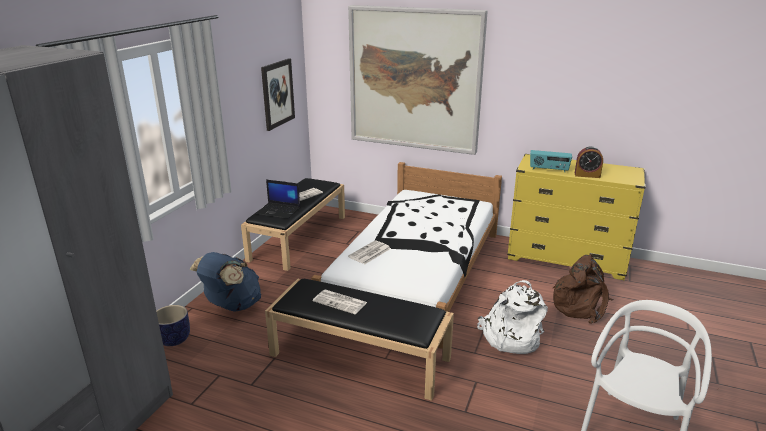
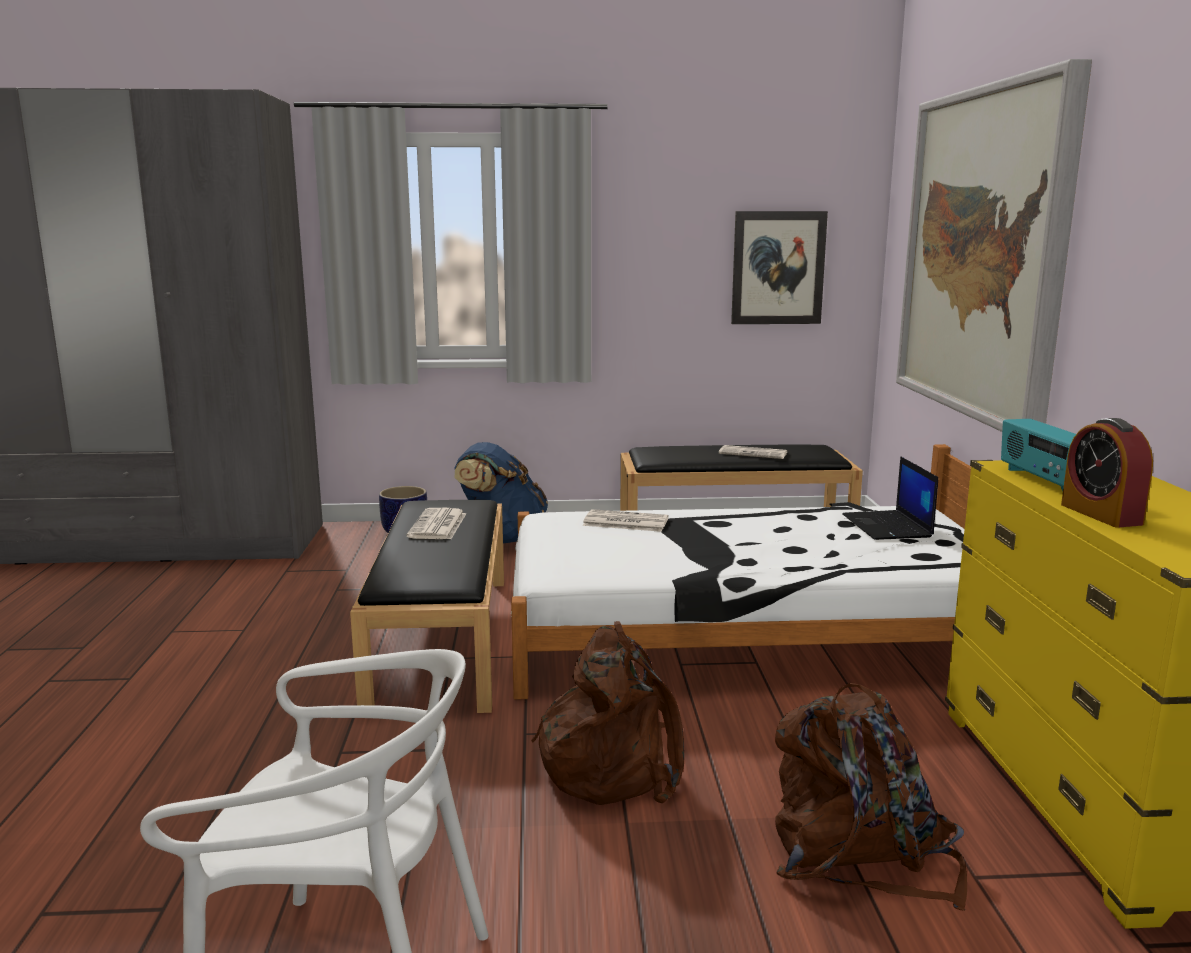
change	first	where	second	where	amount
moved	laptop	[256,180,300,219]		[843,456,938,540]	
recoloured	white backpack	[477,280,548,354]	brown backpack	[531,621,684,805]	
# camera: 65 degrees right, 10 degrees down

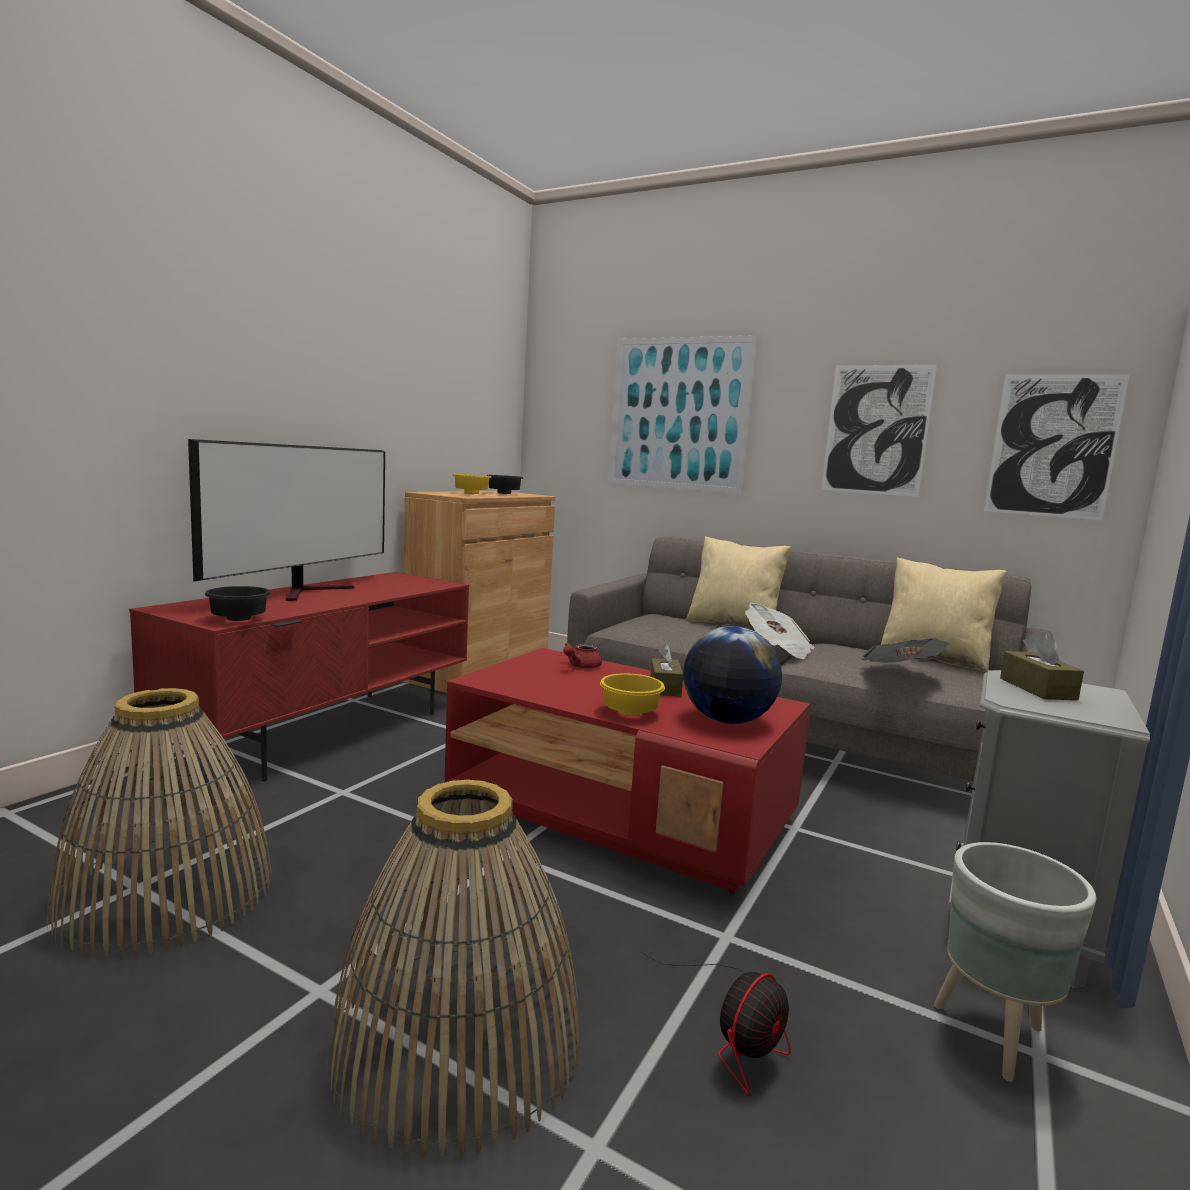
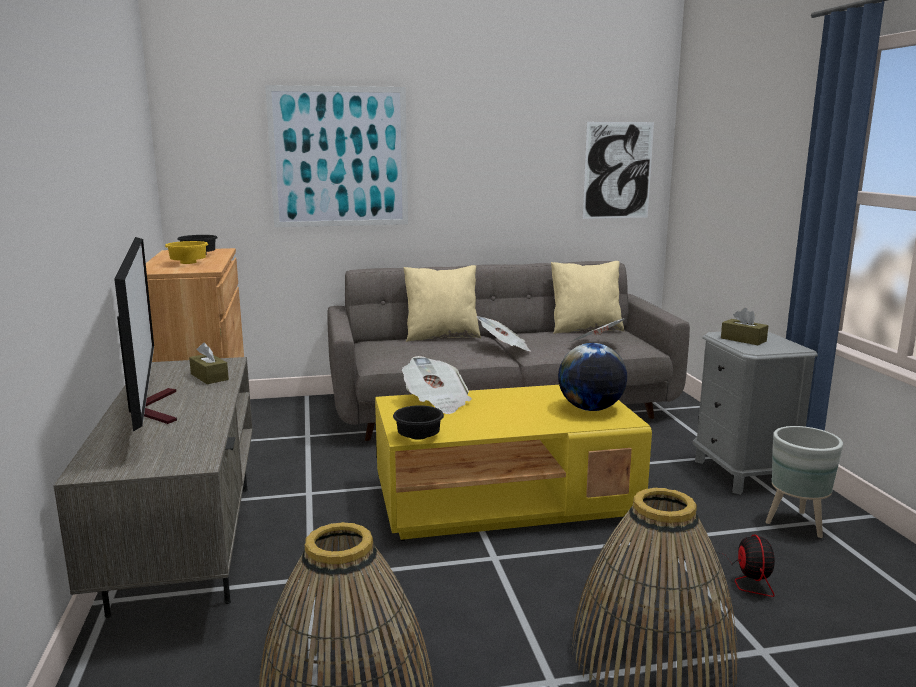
change	first	where	second	where	amount
recoloured	red tv stand	[129,572,469,781]	grey tv stand	[53,357,253,618]	
moved	black bowl	[205,586,271,621]		[393,405,444,440]	
recoloured	red coffee table	[445,648,810,894]	yellow coffee table	[375,385,652,541]	
replaced	red teapot	[563,643,602,669]	newspaper	[402,356,472,414]	
removed	yellow bowl	[600,673,665,716]			
moved	brown tissue box	[650,644,683,697]		[189,343,229,384]	
removed	picture	[821,365,937,497]			
# camera: 40 degrees left, 5 degrees up

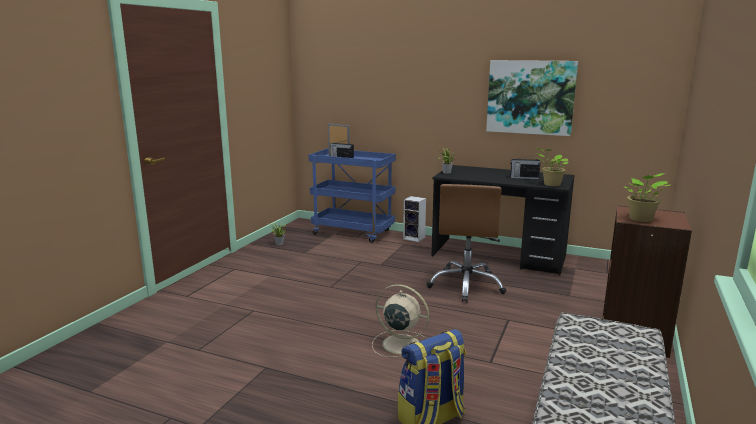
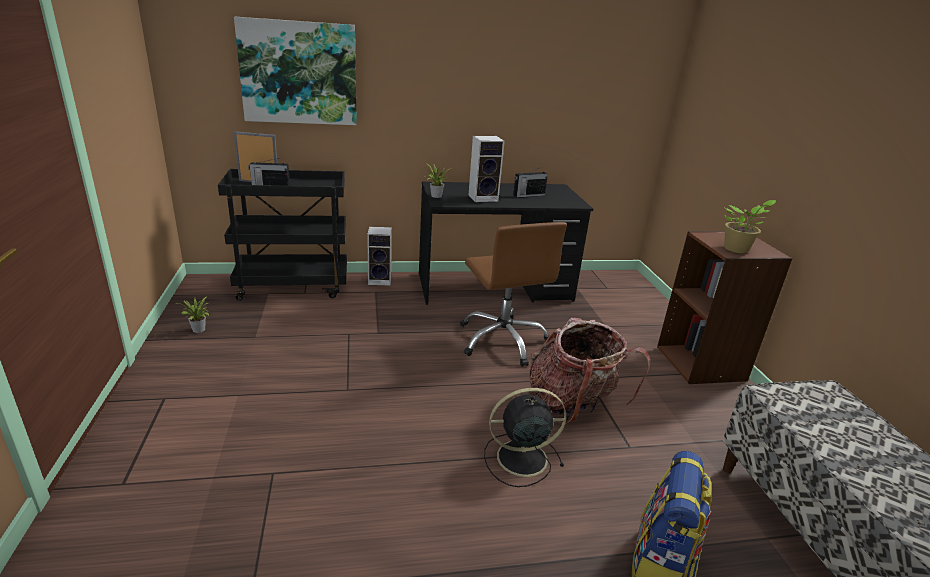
change	first	where	second	where	amount
recoloured	blue cart	[309,148,396,243]	black cart	[218,169,347,301]	
recoloured	beige fan	[372,284,429,357]	black fan	[484,388,566,487]	
moved	picture	[486,60,578,136]		[234,17,357,125]	
removed	potted plant	[536,147,568,186]			
added			speaker	[469,136,505,202]	
added			backpack	[530,318,651,424]	
# camera: 35 degrees left, 10 degrees up

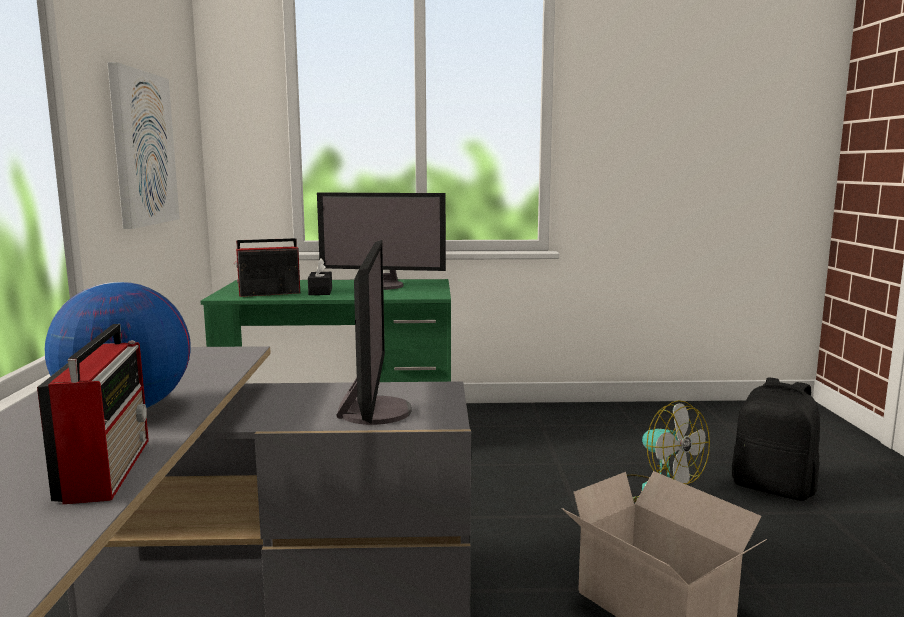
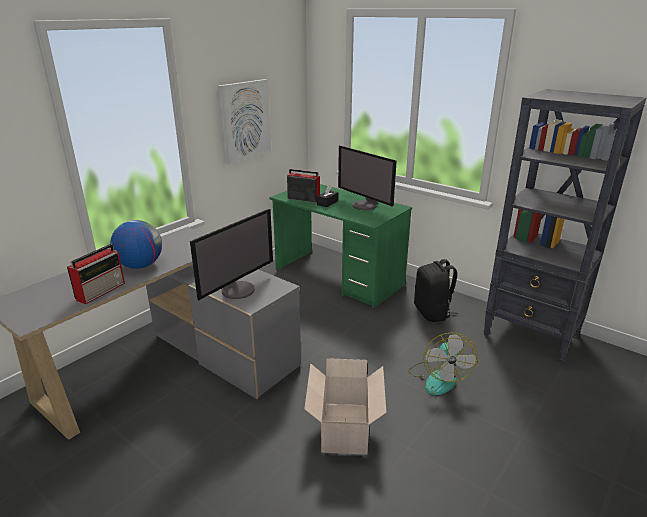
change	first	where	second	where	amount
moved	black backpack	[732,377,820,501]		[414,259,458,322]	
added			black bookcase	[483,89,646,365]	
# camera: 40 degrees right, 15 degrees up

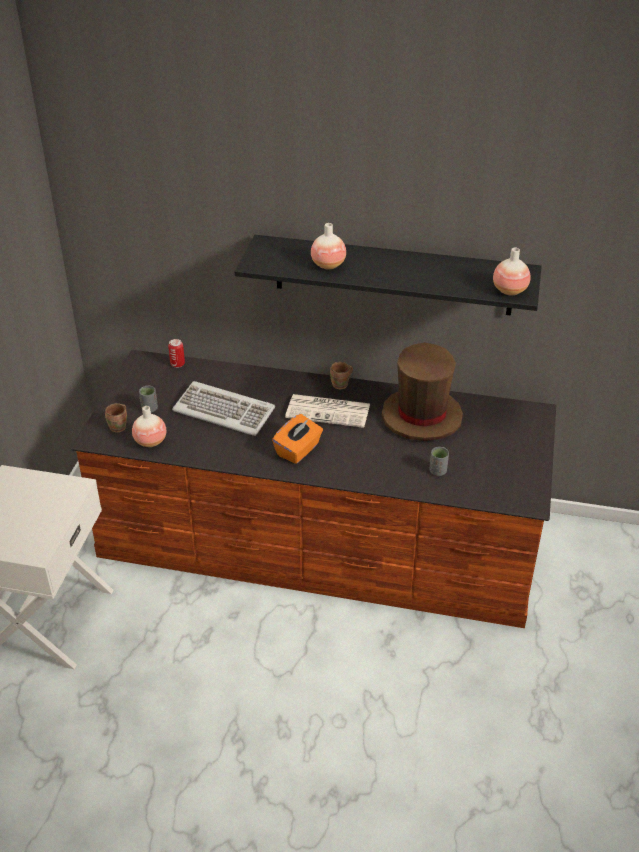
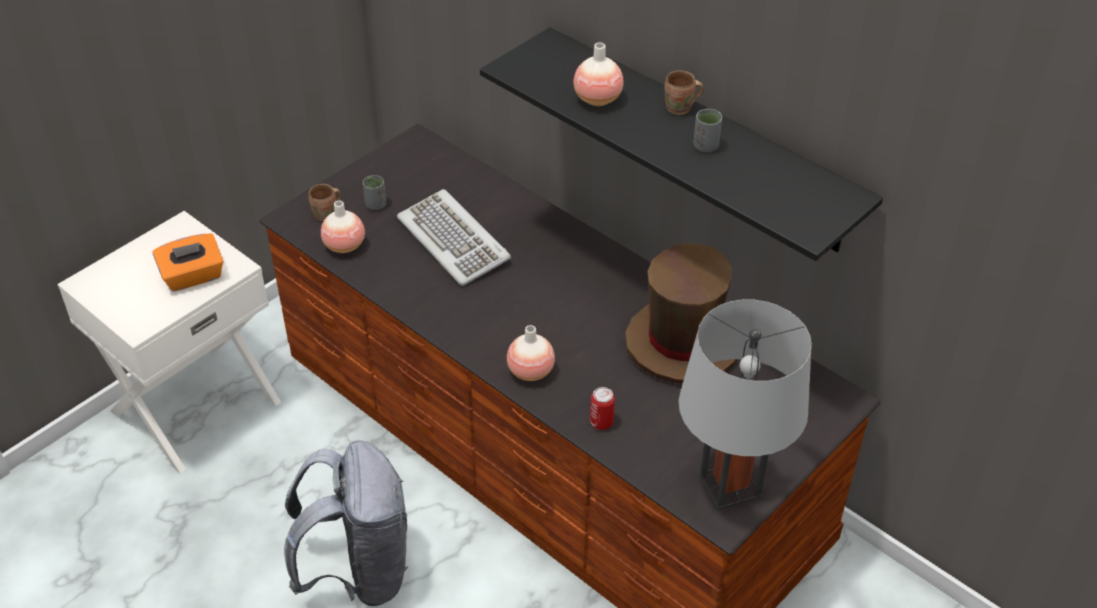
change	first	where	second	where	amount
moved	can	[168,339,185,368]		[590,387,615,430]	
moved	orange tissue box	[272,414,323,464]		[152,234,224,291]	
removed	newspaper	[285,394,370,428]			
moved	brown mug	[330,362,353,389]		[664,70,704,115]	
moved	grey cup	[430,447,449,476]		[694,109,722,152]	
moved	vase	[493,248,531,295]		[507,325,555,381]	
added			grey backpack	[284,440,408,606]	
added			grey table lamp	[679,300,812,510]	
# camera: 30 degrees right, 5 degrees up

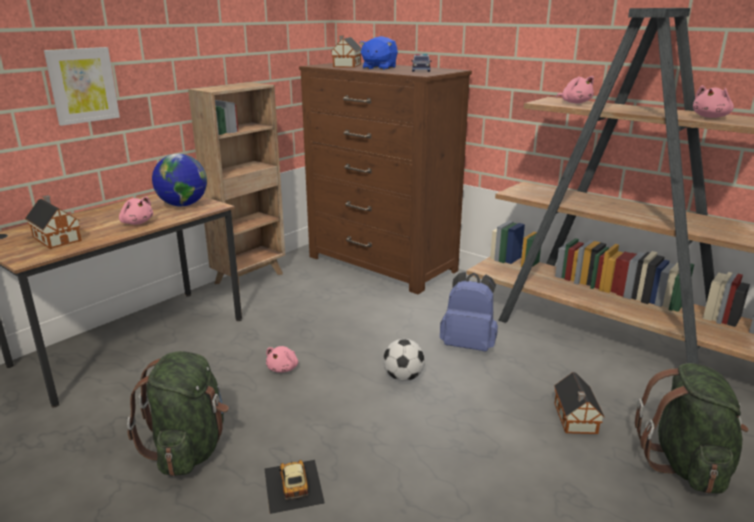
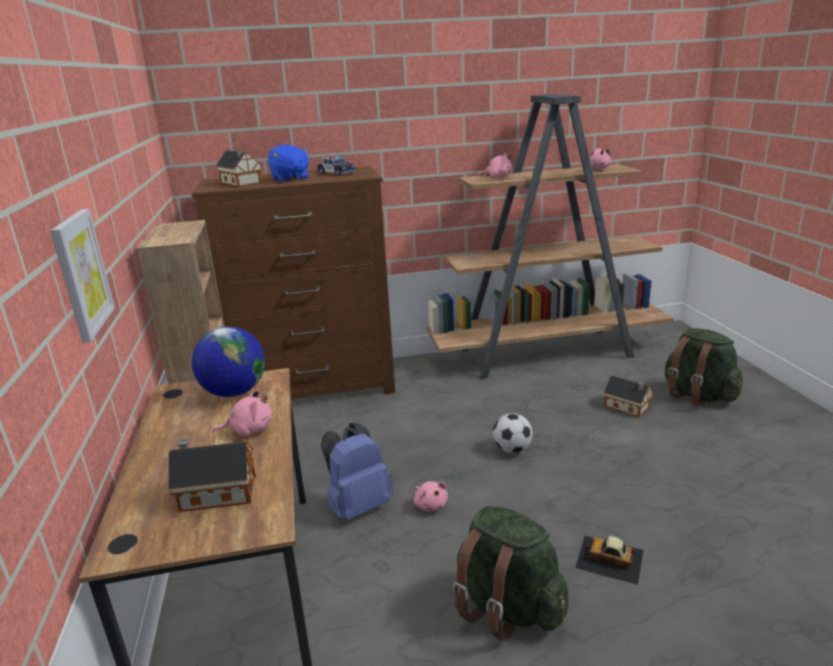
change	first	where	second	where	amount
moved	blue backpack	[440,272,498,352]		[321,423,393,520]	
# camera: 50 degrees left, 0 degrees up

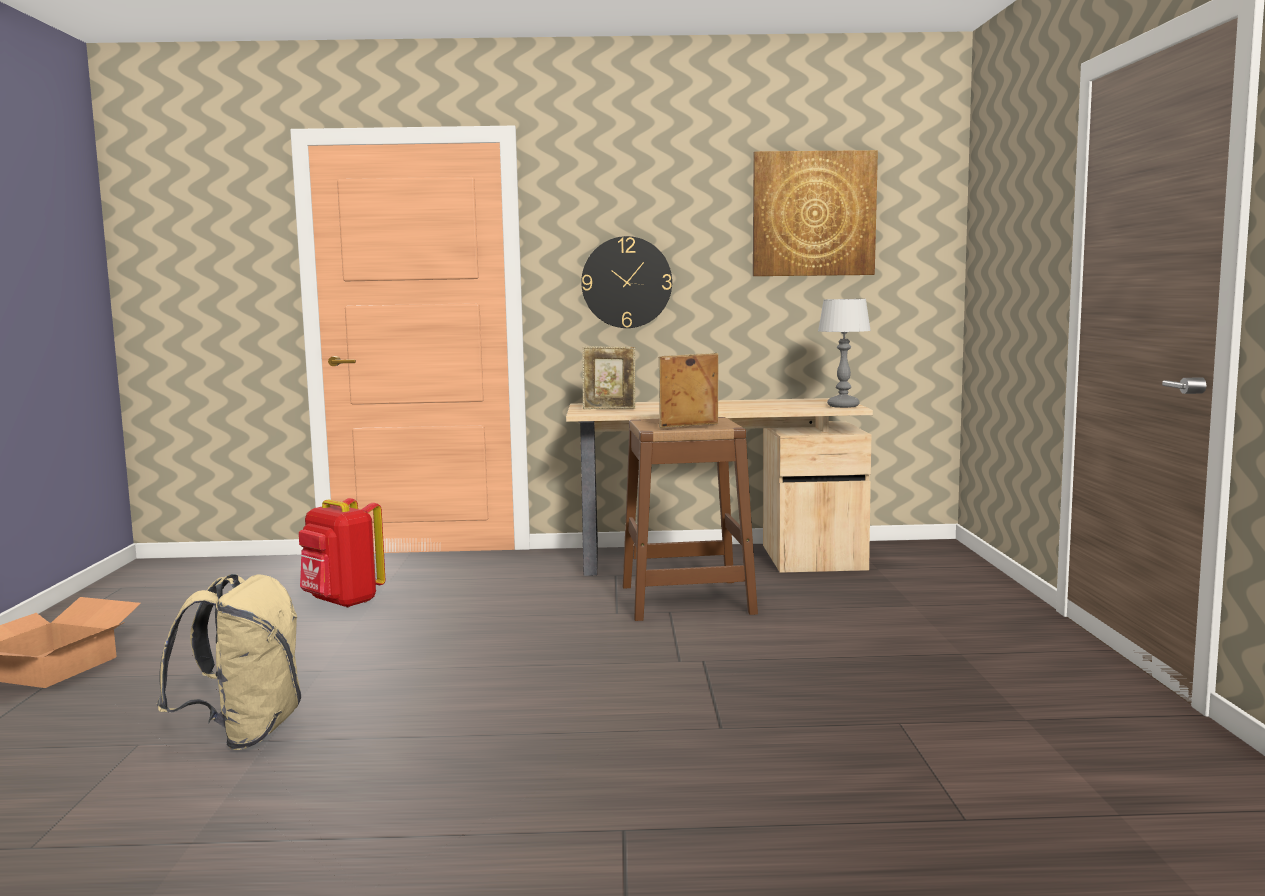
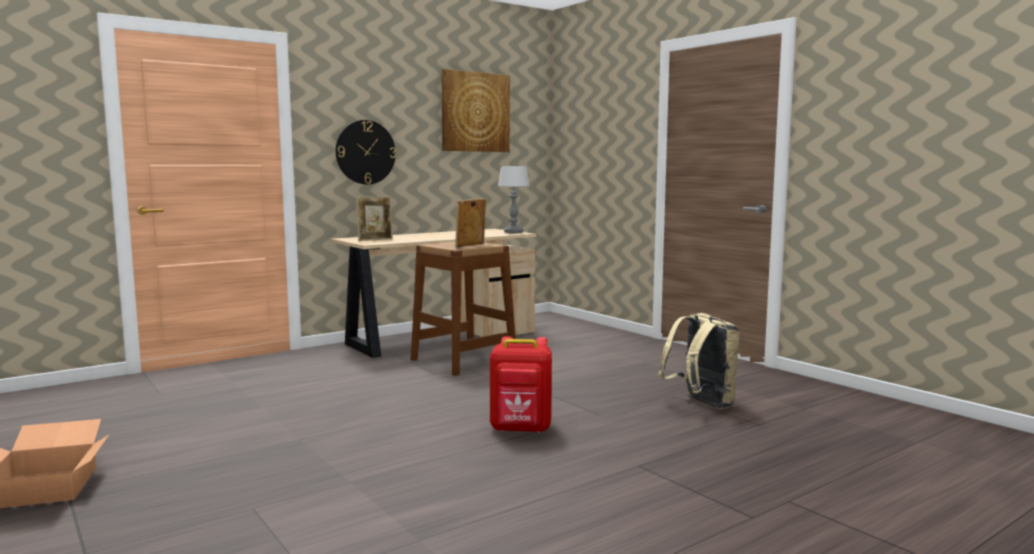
change	first	where	second	where	amount
moved	beige backpack	[157,574,301,750]		[658,313,740,409]	
moved	red backpack	[299,498,385,608]		[489,336,552,433]	
# camera: 35 degrees left, 0 degrees up

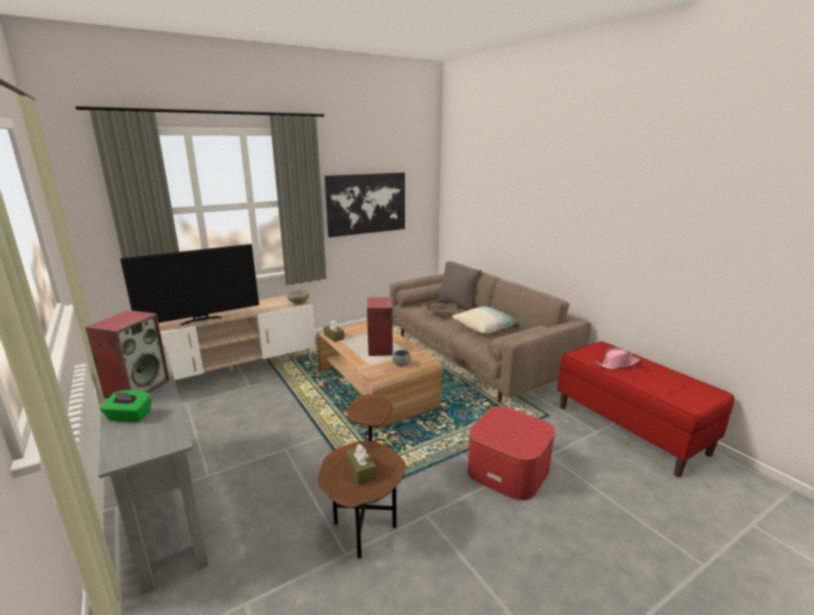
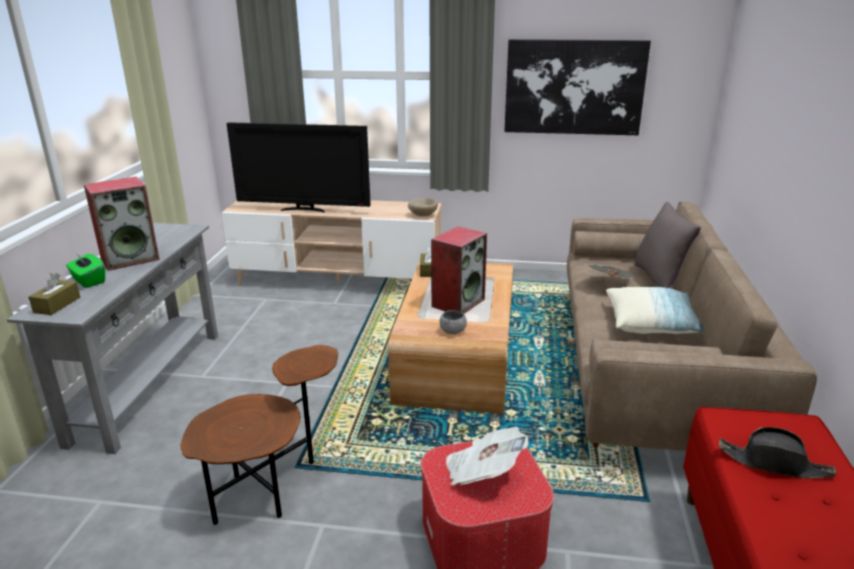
change	first	where	second	where	amount
moved	brown tissue box	[346,444,376,485]		[29,273,80,315]	
recoloured	pink hat	[595,347,640,369]	black hat	[719,427,836,478]	
added			newspaper	[446,427,529,486]	
# camera: 40 degrees right, 5 degrees up

